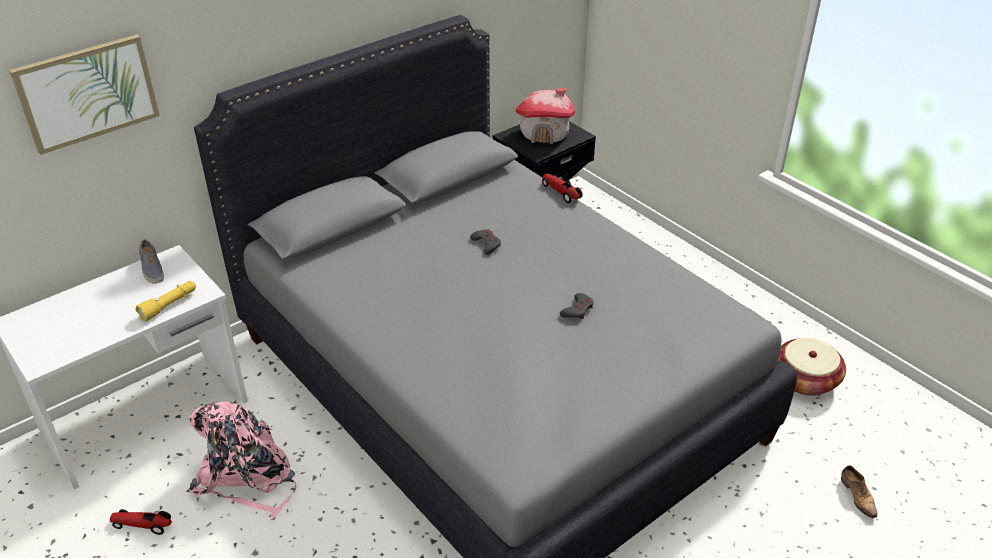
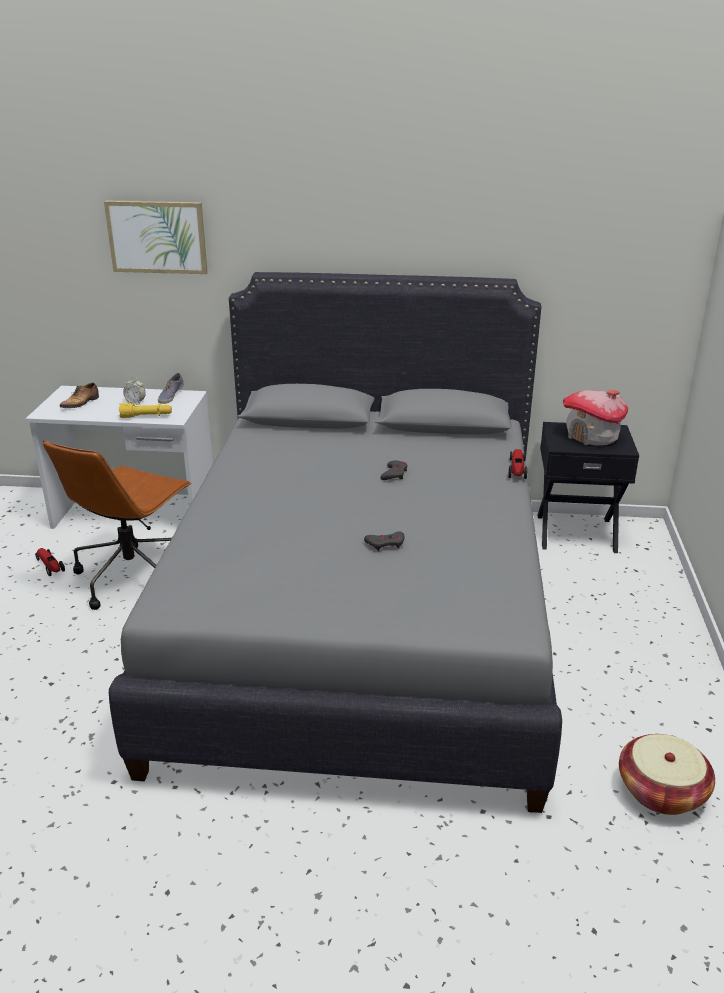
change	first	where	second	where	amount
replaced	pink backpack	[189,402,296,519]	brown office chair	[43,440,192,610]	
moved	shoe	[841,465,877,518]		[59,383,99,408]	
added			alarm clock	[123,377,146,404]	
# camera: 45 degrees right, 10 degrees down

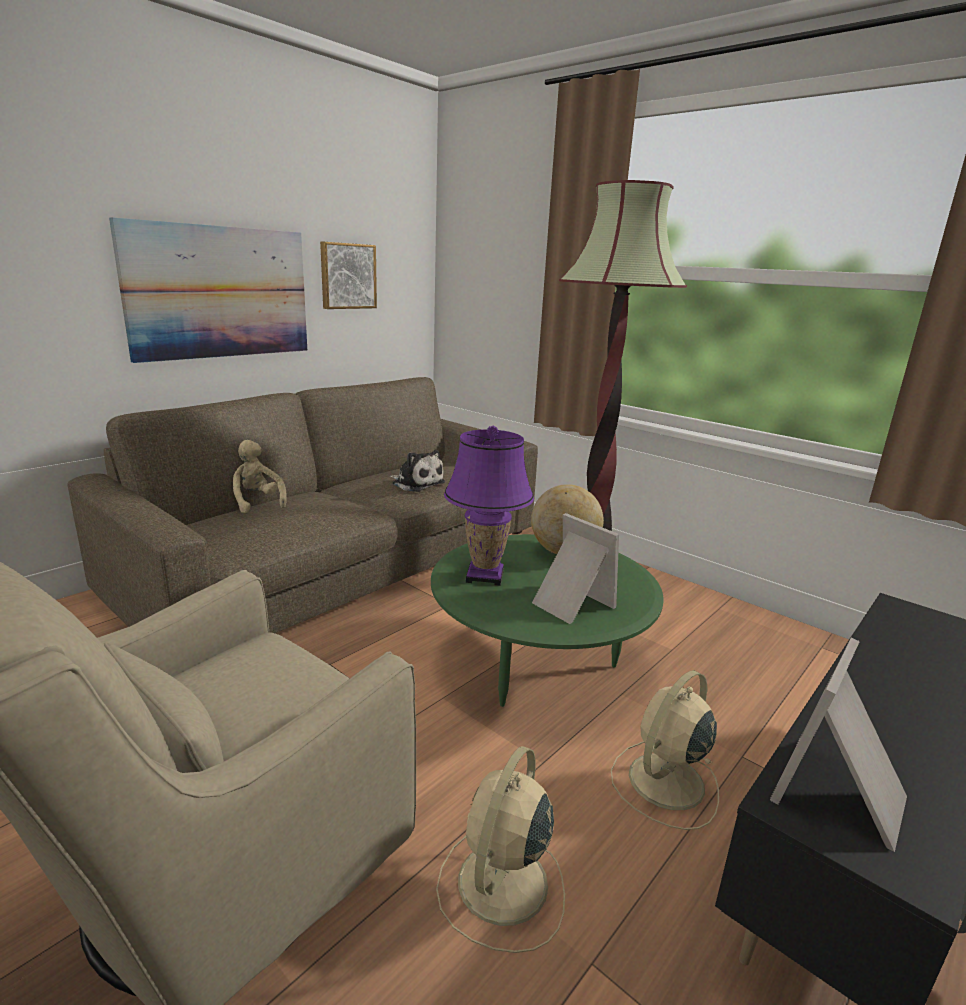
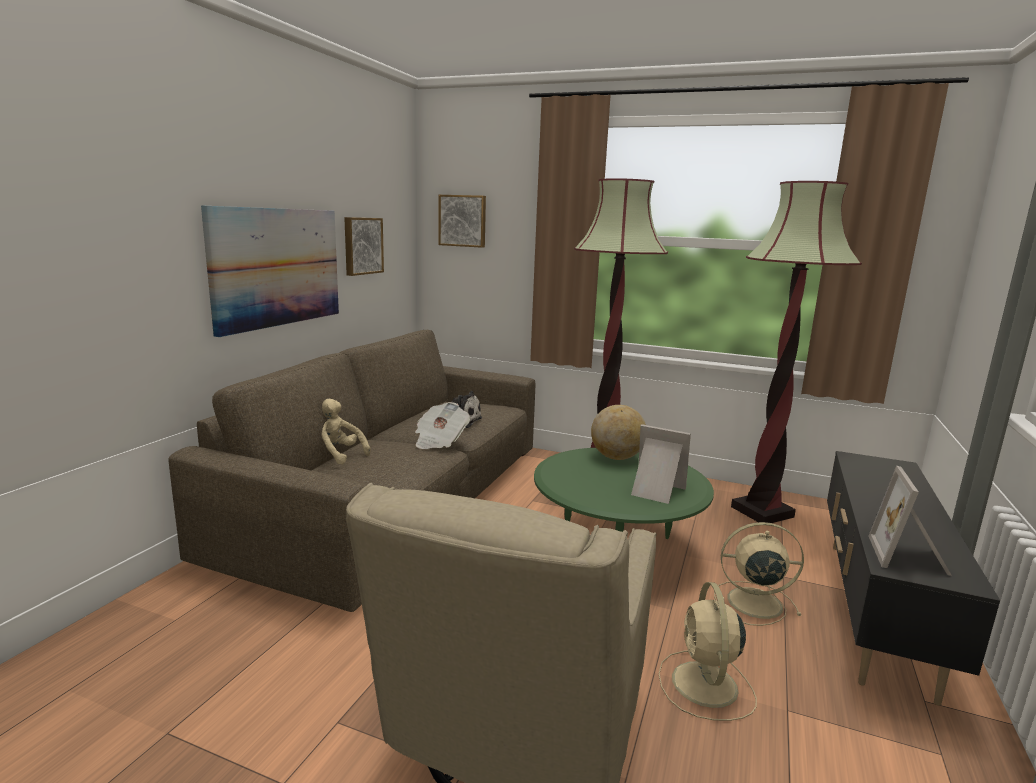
change	first	where	second	where	amount
removed	purple table lamp	[444,426,534,586]			
turned	beige fan	[611,670,719,830]		[714,522,804,626]	75 degrees clockwise
added			newspaper	[415,402,470,449]	
added			picture	[438,195,486,248]	
added			floor lamp	[731,181,862,523]	
# camera: 20 degrees left, 5 degrees down

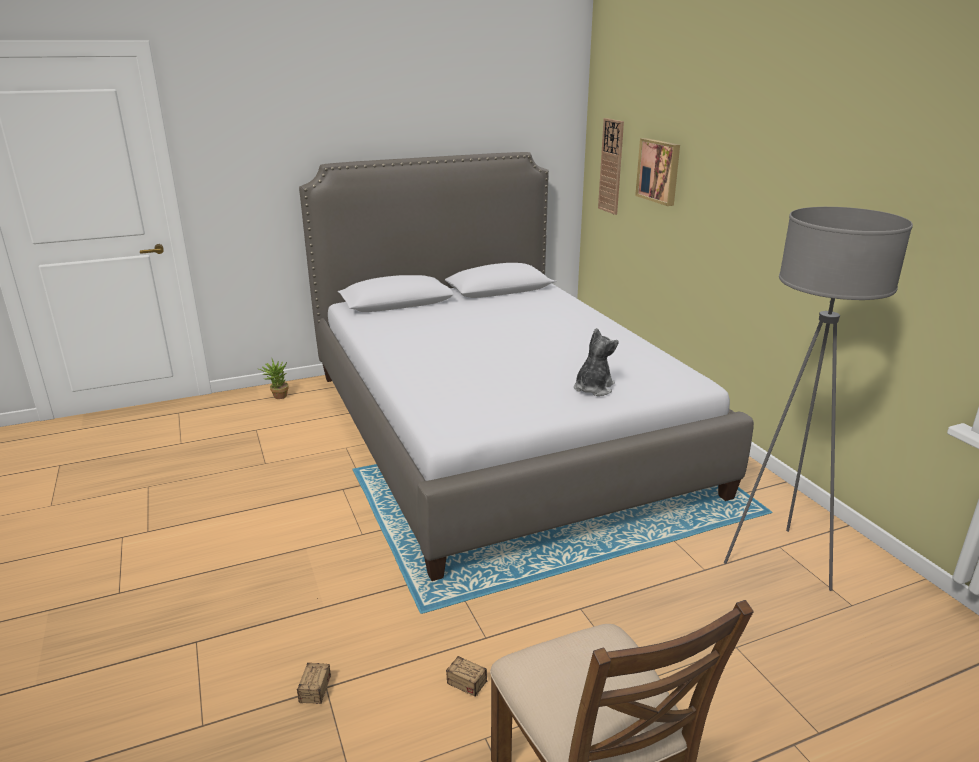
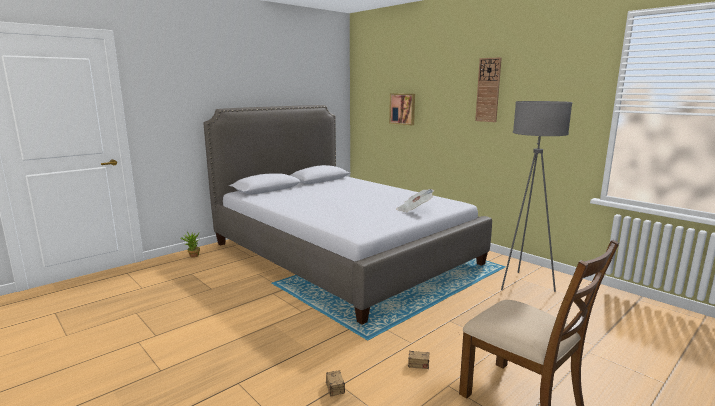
change	first	where	second	where	amount
replaced	plush toy	[574,328,618,396]	newspaper	[396,189,434,212]	
moved	wall clock	[598,118,624,215]		[475,57,502,122]	
# camera: 20 degrees left, 10 degrees down

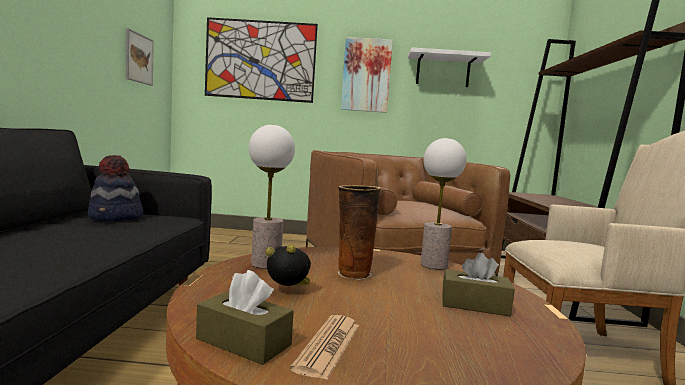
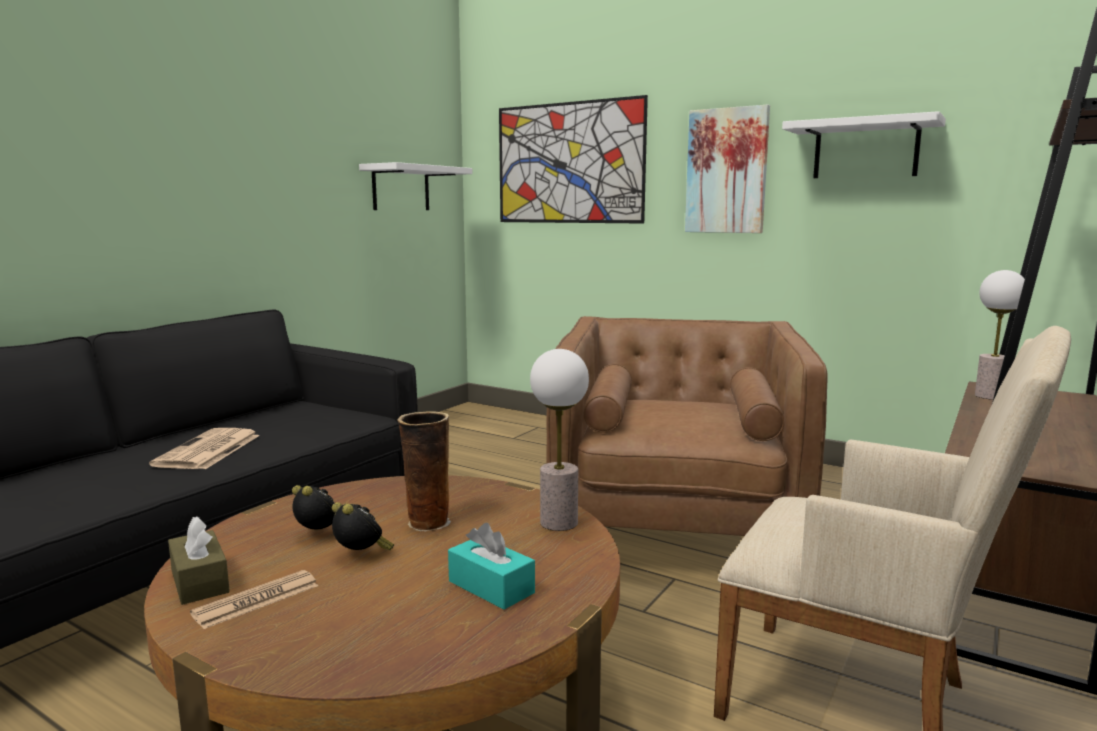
change	first	where	second	where	amount
removed	hat	[88,155,143,221]			
replaced	picture	[126,28,154,86]	white shelf	[359,162,473,210]	
moved	table lamp	[249,125,295,269]		[975,270,1025,400]	
recoloured	brown tissue box	[442,253,515,316]	turquoise tissue box	[448,523,535,610]	
added			newspaper	[149,428,260,469]	
added			alarm clock	[332,502,394,550]	
# camera: 30 degrees right, 5 degrees up

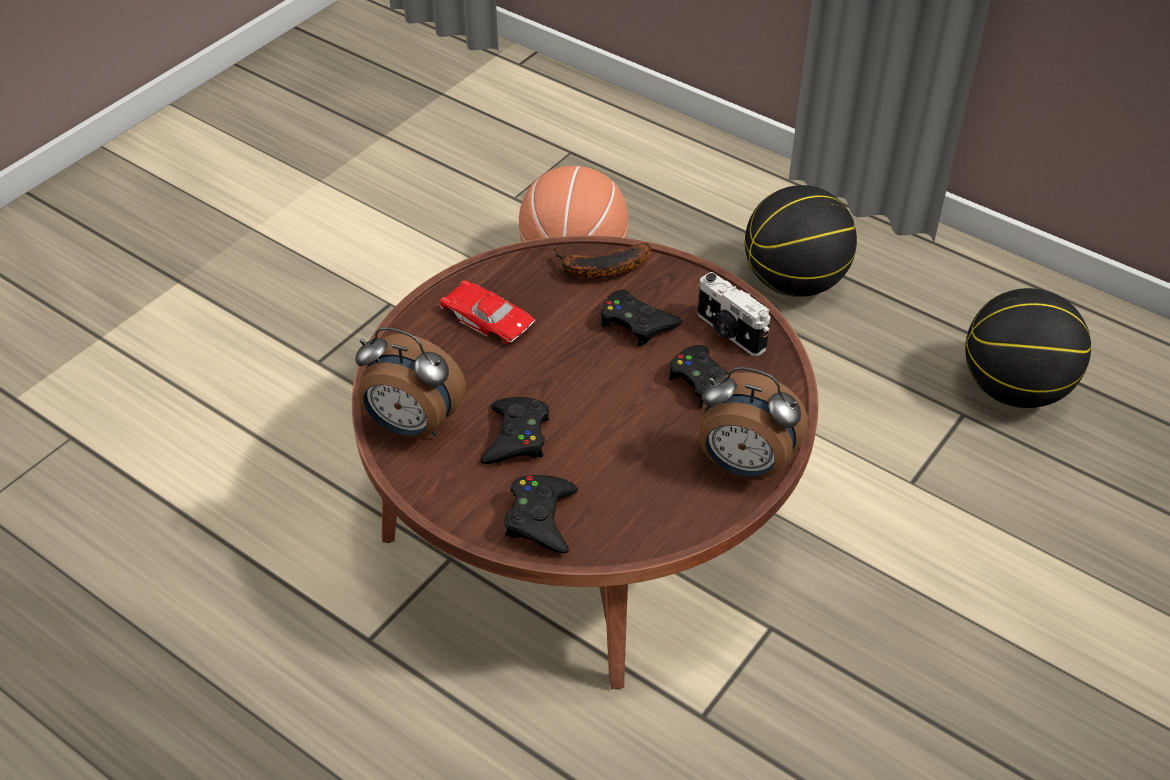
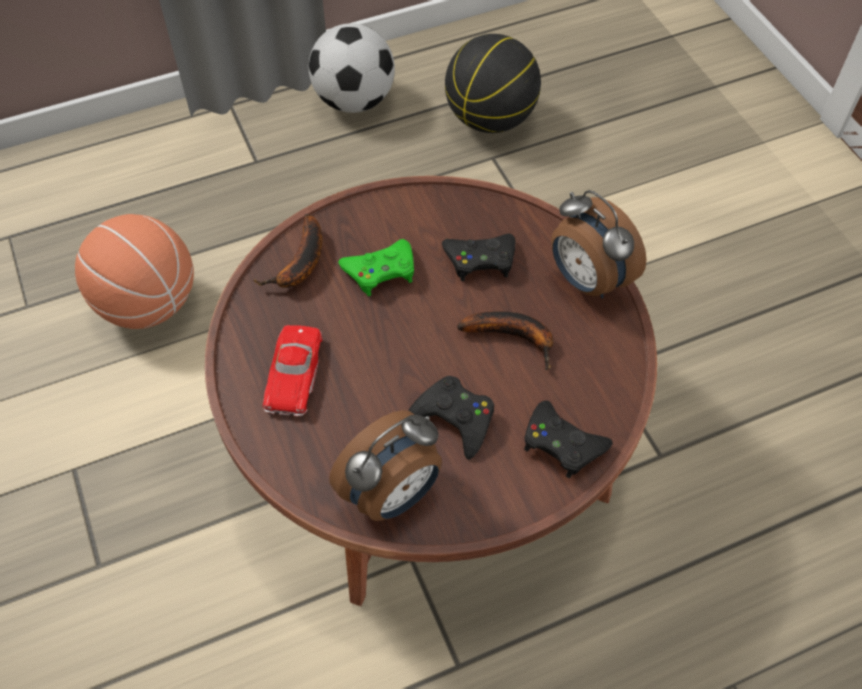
change	first	where	second	where	amount
turned	red toy car	[440,280,535,345]		[263,325,322,416]	60 degrees counterclockwise
recoloured	black game controller	[601,289,682,347]	green game controller	[338,239,414,296]	
removed	photo camera	[698,272,771,356]			
turned	alarm clock	[699,367,808,479]		[551,190,647,299]	90 degrees clockwise
removed	basketball	[745,185,857,297]			
added			football	[309,23,395,113]	
added			banana	[457,311,554,371]	
# camera: 60 degrees left, 10 degrees up

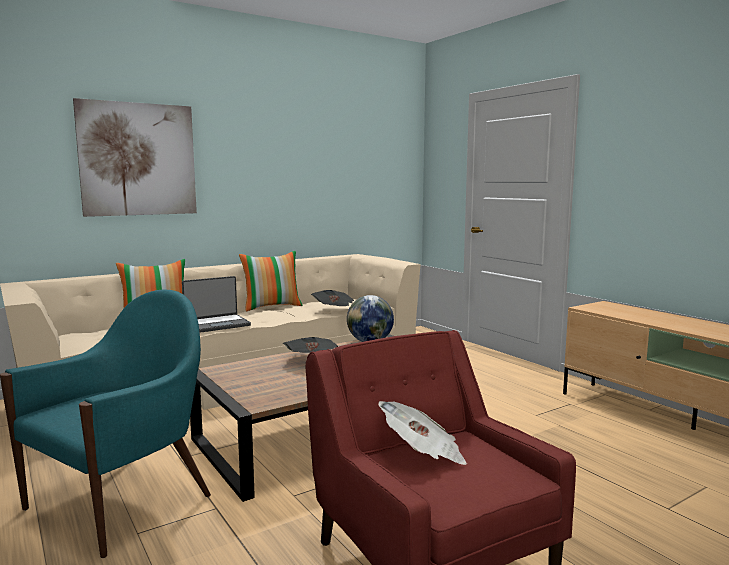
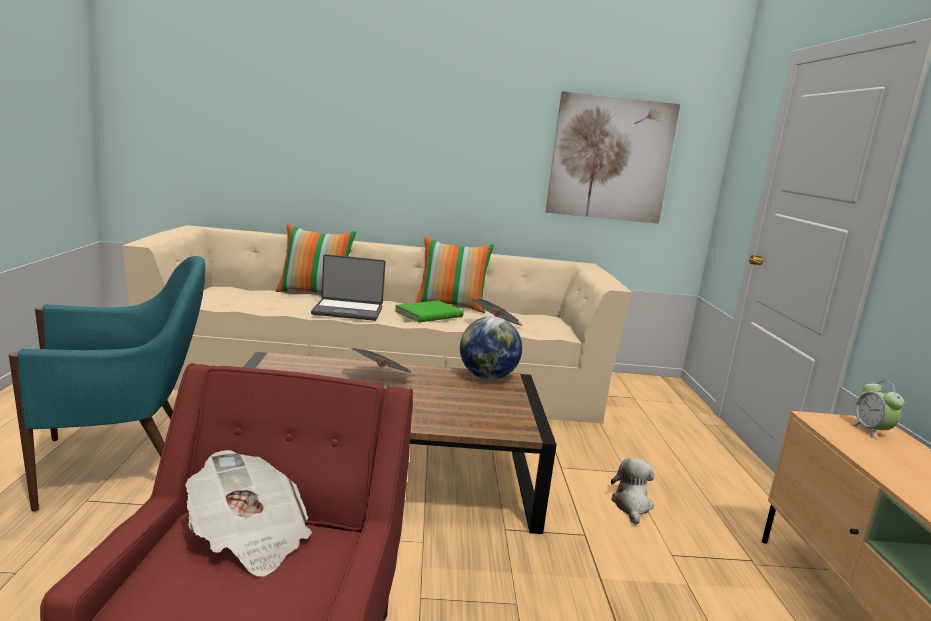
change	first	where	second	where	amount
moved	picture	[73,98,197,217]		[546,91,680,224]	
added			green book	[395,300,463,323]	
added			plush toy	[611,458,654,525]	
added			alarm clock	[850,380,904,440]	
# camera: 30 degrees right, 5 degrees up

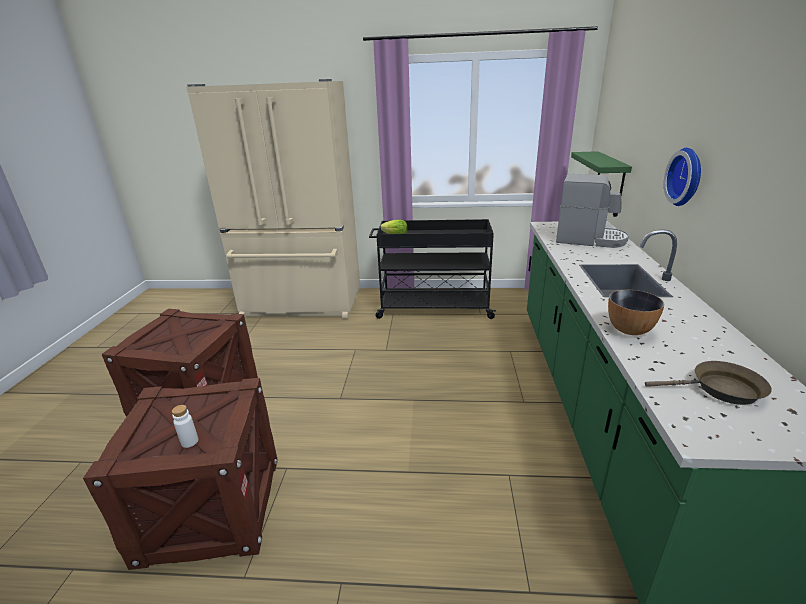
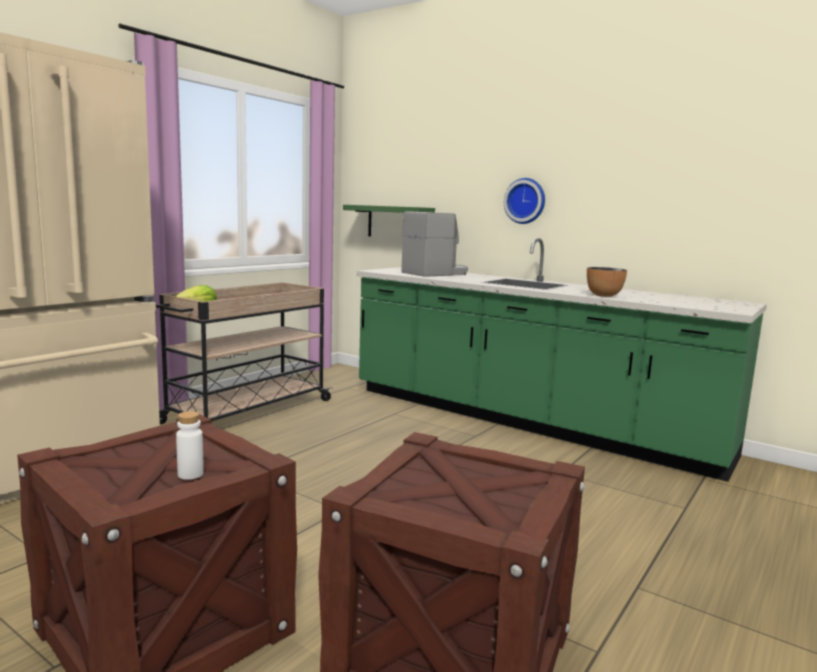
change	first	where	second	where	amount
moved	white bottle	[172,405,198,448]		[176,411,204,480]	
recoloured	black cart	[369,219,497,319]	beige cart	[156,282,333,424]	
removed	brown frying pan	[645,361,772,405]			
# camera: 60 degrees left, 15 degrees down

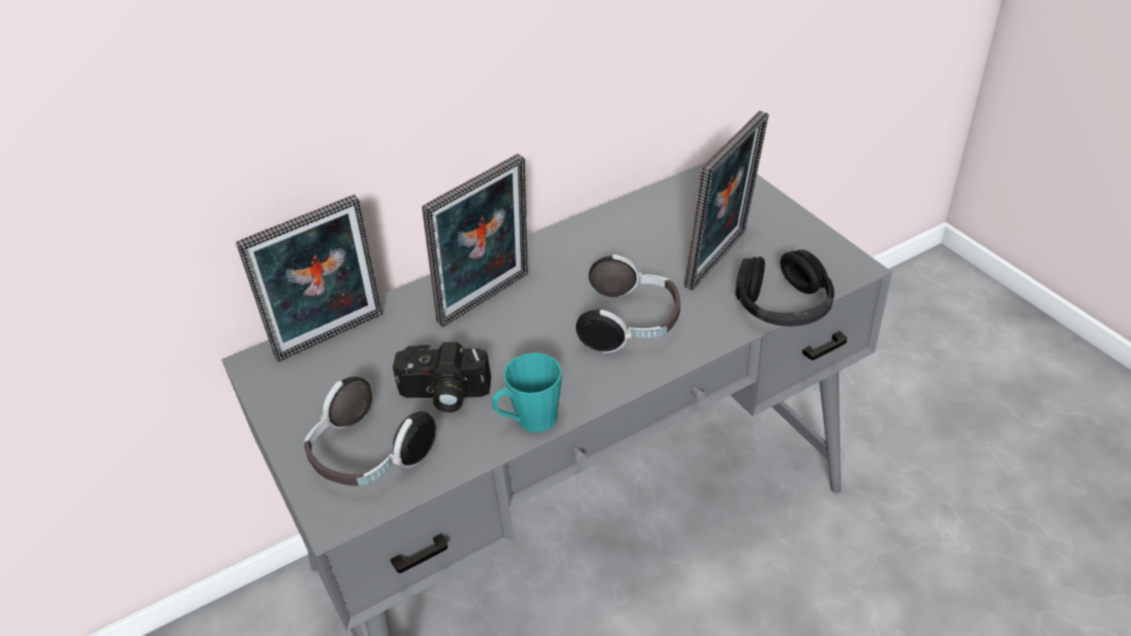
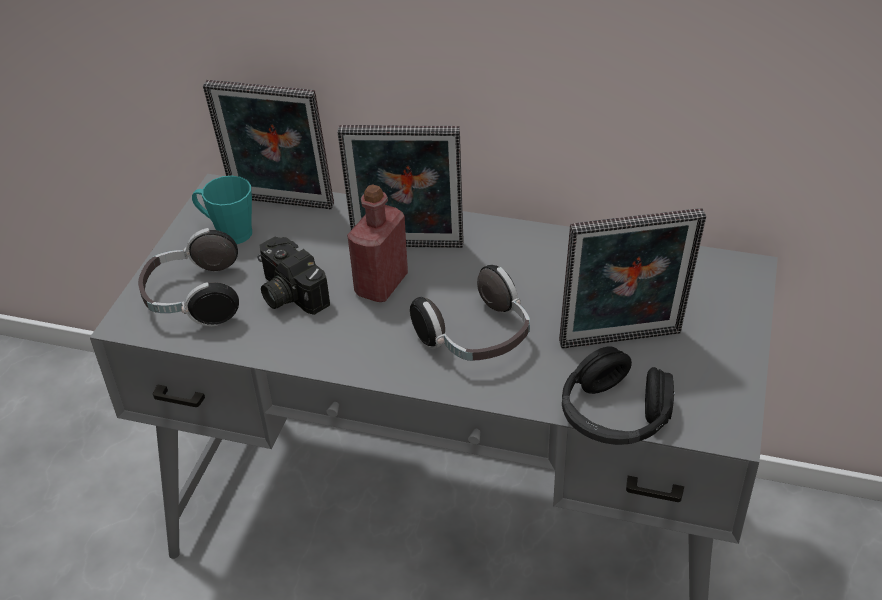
change	first	where	second	where	amount
moved	turquoise mug	[492,353,562,432]		[192,176,252,244]	
added			red bottle	[347,184,408,302]	
# camera: 45 degrees right, 0 degrees up

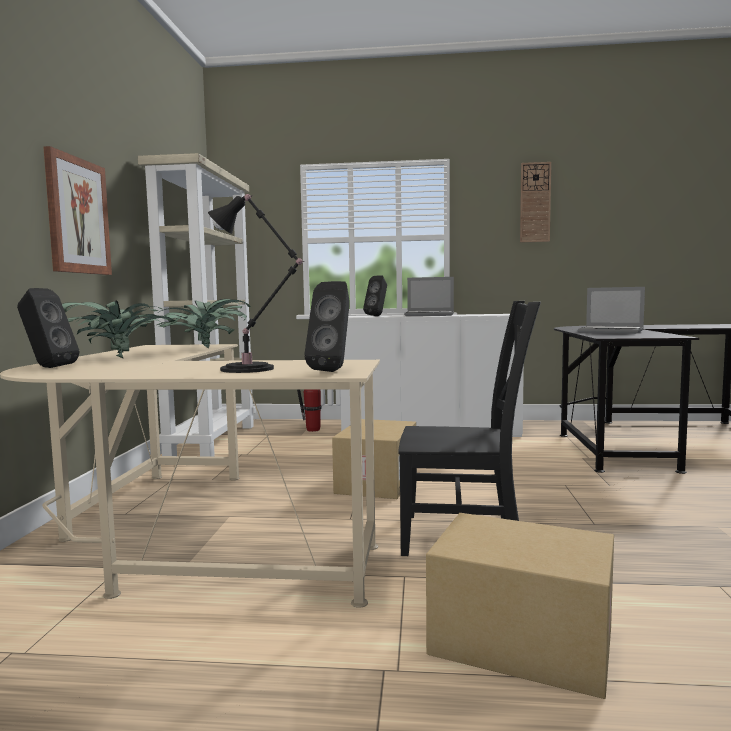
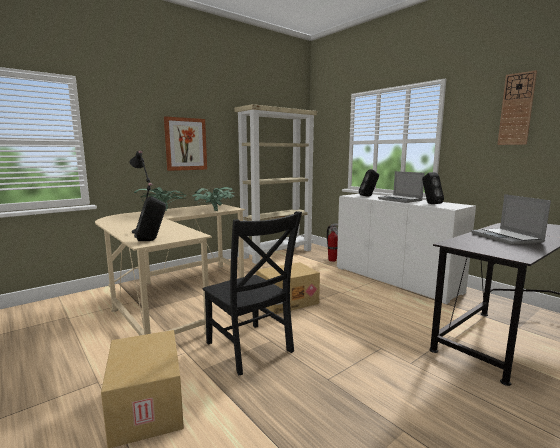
change	first	where	second	where	amount
moved	black speaker	[17,288,79,368]		[422,172,444,204]	
# camera: 45 degrees right, 5 degrees up

